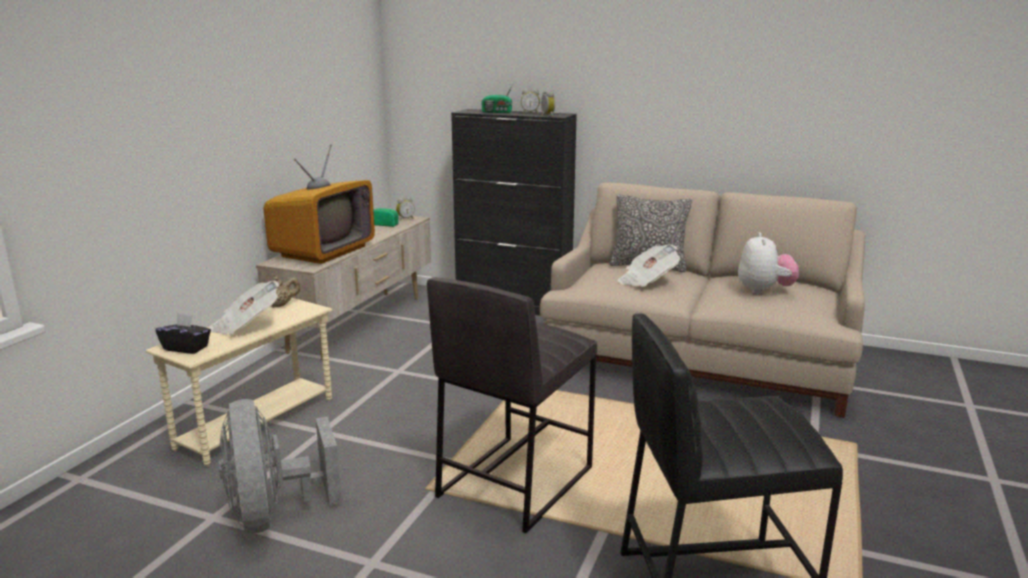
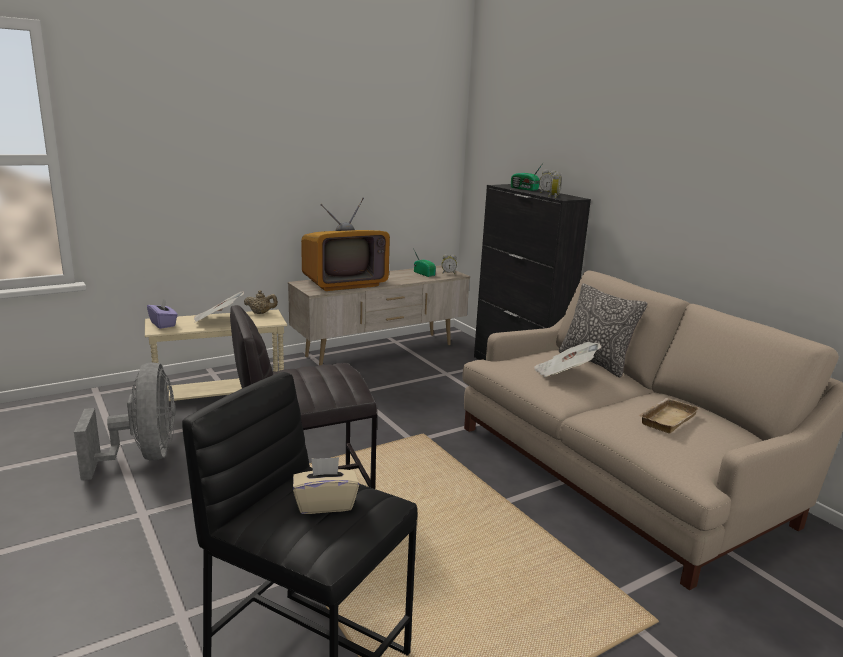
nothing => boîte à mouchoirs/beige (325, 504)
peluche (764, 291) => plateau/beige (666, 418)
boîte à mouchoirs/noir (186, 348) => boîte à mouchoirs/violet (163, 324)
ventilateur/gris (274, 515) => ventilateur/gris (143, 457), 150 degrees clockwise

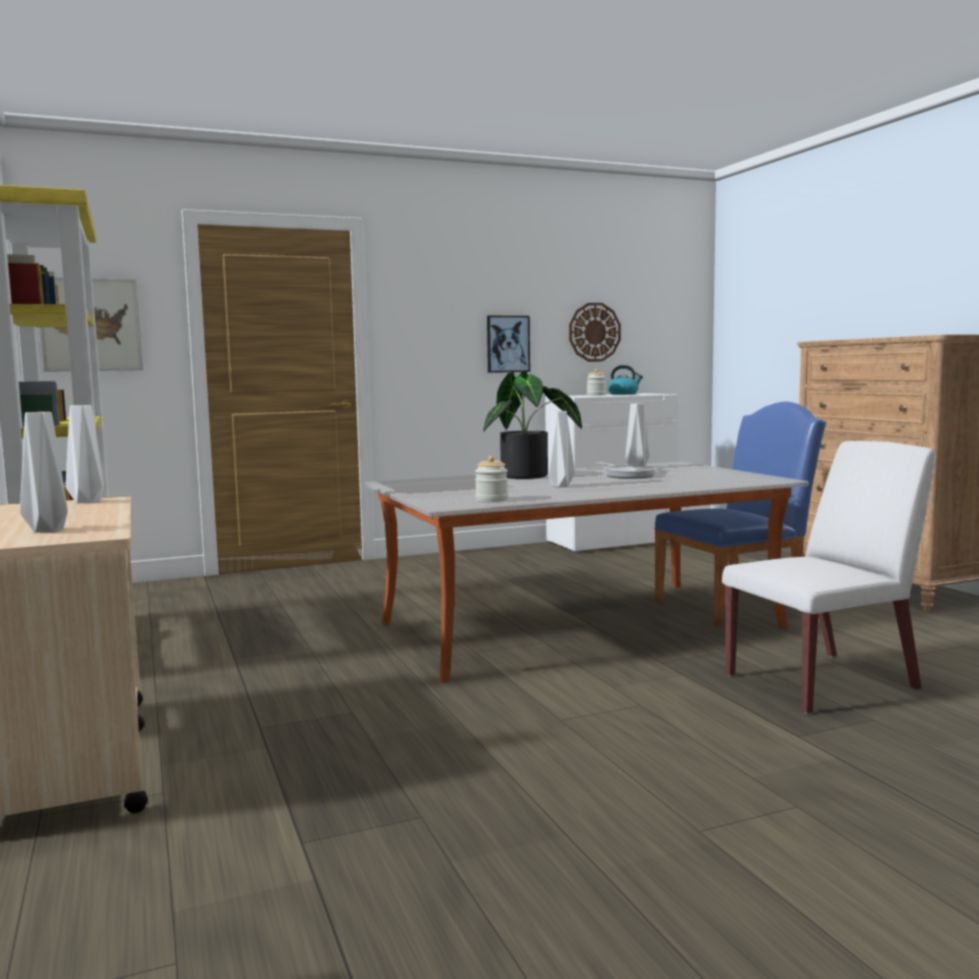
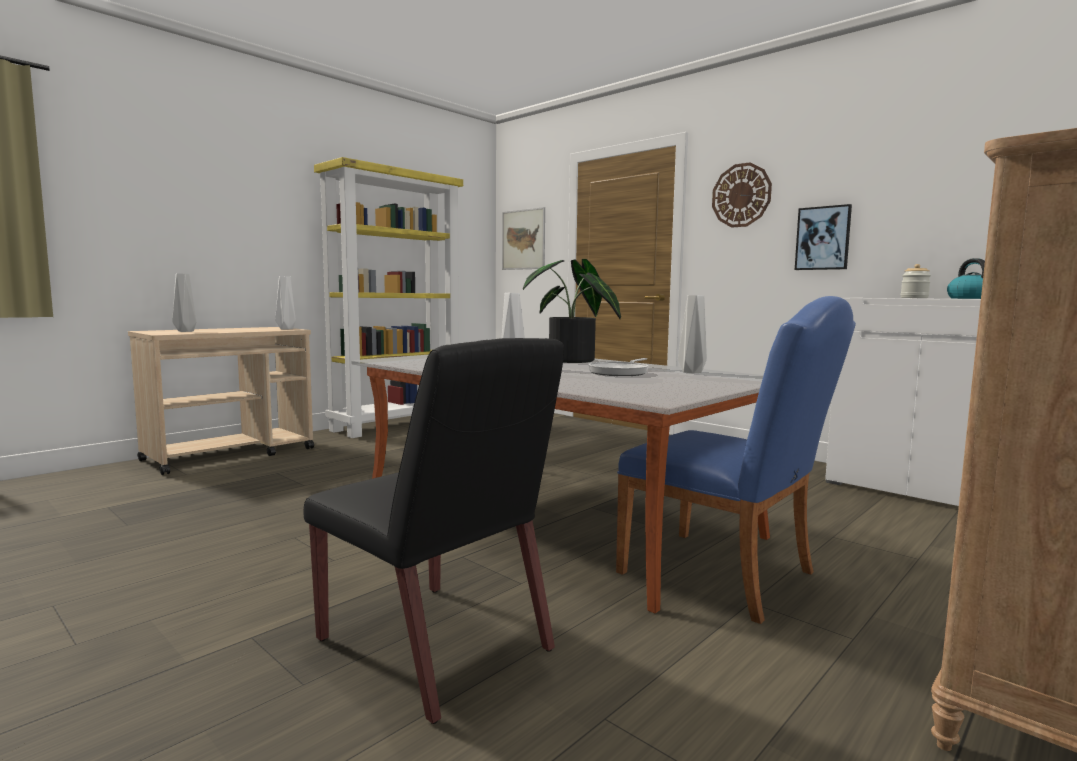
bocal (491, 500) => nothing
horloge murale (594, 332) => horloge murale (741, 195), move
chaise/blanc (822, 682) => chaise/noir (436, 646)

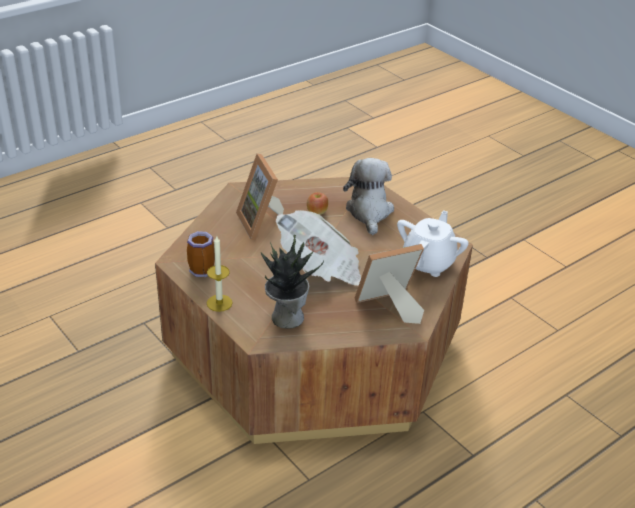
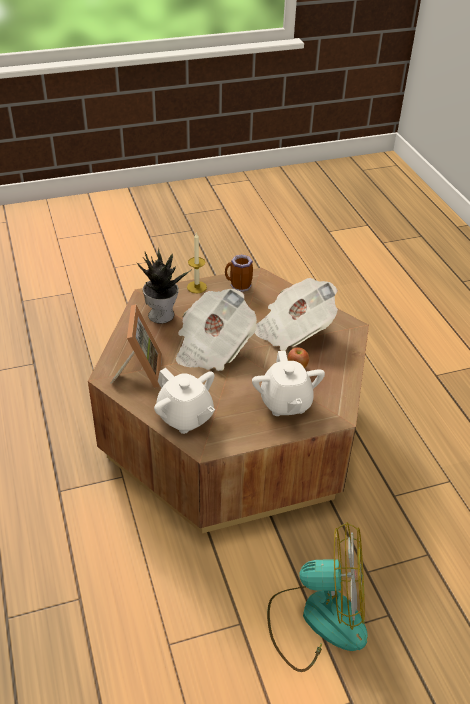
nothing => ventilateur (317, 618)
cadre photo (262, 223) => journal (293, 330)
peluche (369, 212) => théière/blanc (285, 403)

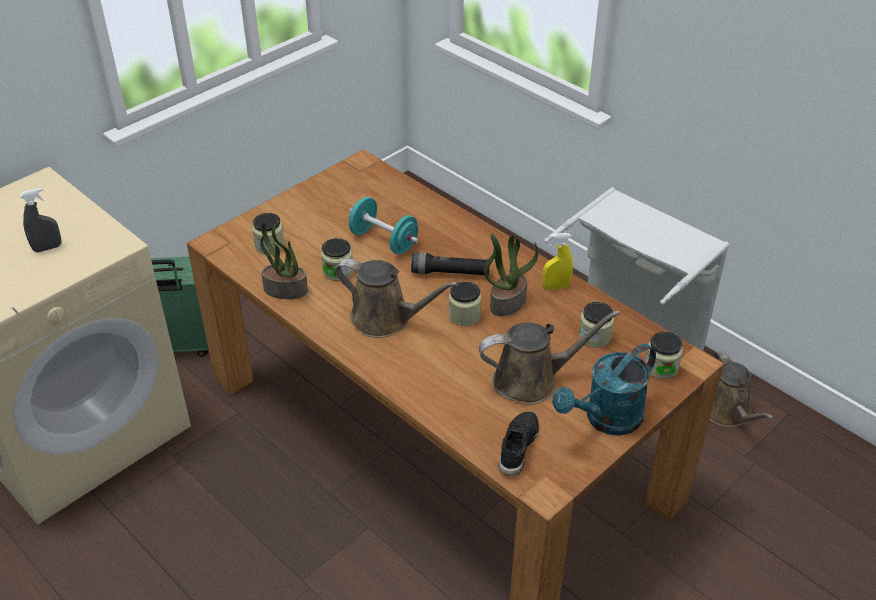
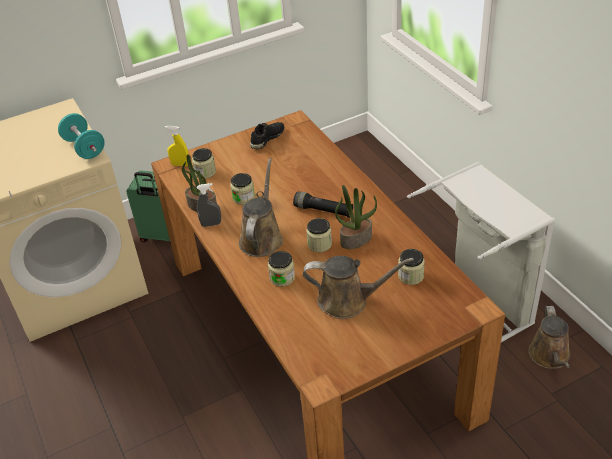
arrosoir/turquoise (606, 420) => nothing
vaporisateur/gris (47, 248) => vaporisateur/gris (211, 224), move
haltère/turquoise (384, 241) => haltère/turquoise (84, 148), move
chaussure/noir (516, 447) => chaussure/noir (266, 138), move
vaporisateur/jaune (556, 287) => vaporisateur/jaune (180, 164), move
bocal (661, 367) => bocal (282, 278), move
arrosoir/marron (386, 319) => arrosoir/marron (262, 238), 120 degrees counterclockwise

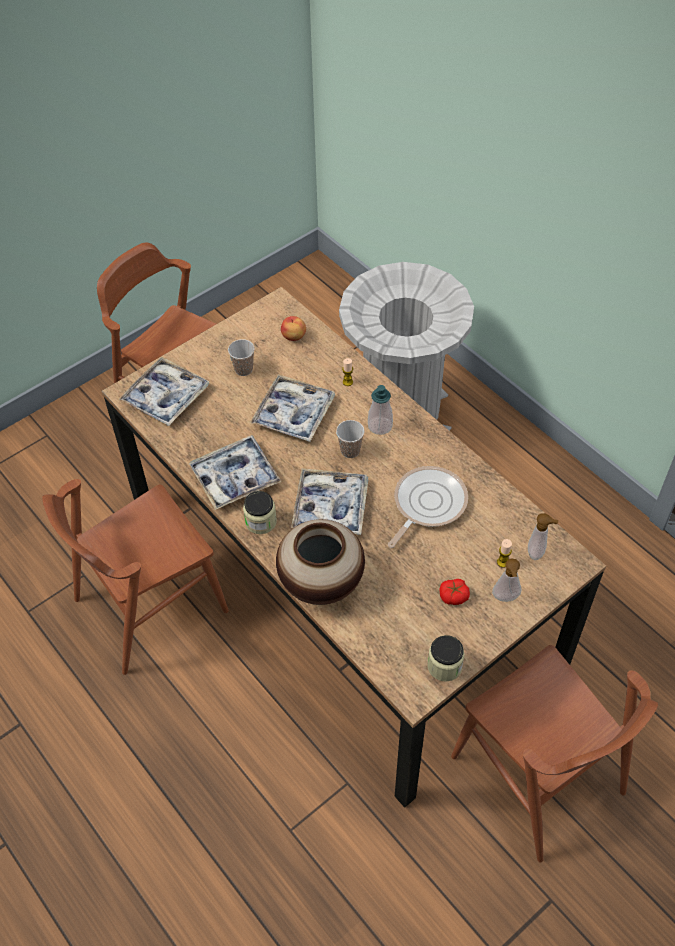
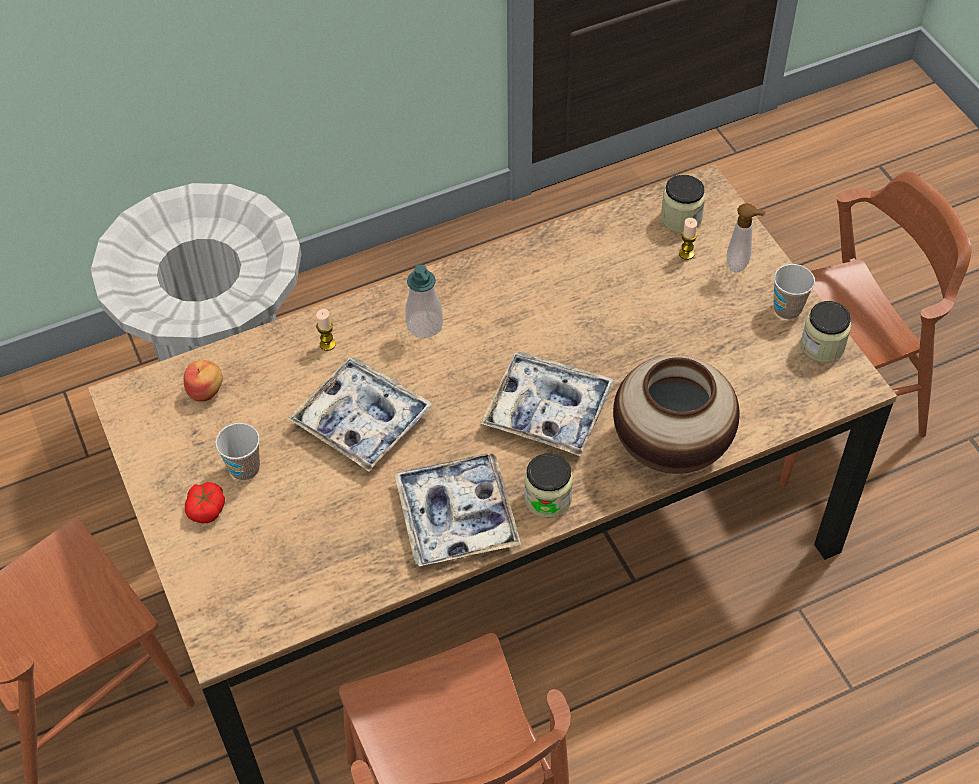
plateau (166, 397) => nothing
poêle (427, 504) => nothing
tasse (350, 451) => tasse (787, 309), move
tomate (454, 596) => tomate (207, 509), move
distributeur de savon (537, 552) => bocal (681, 218)

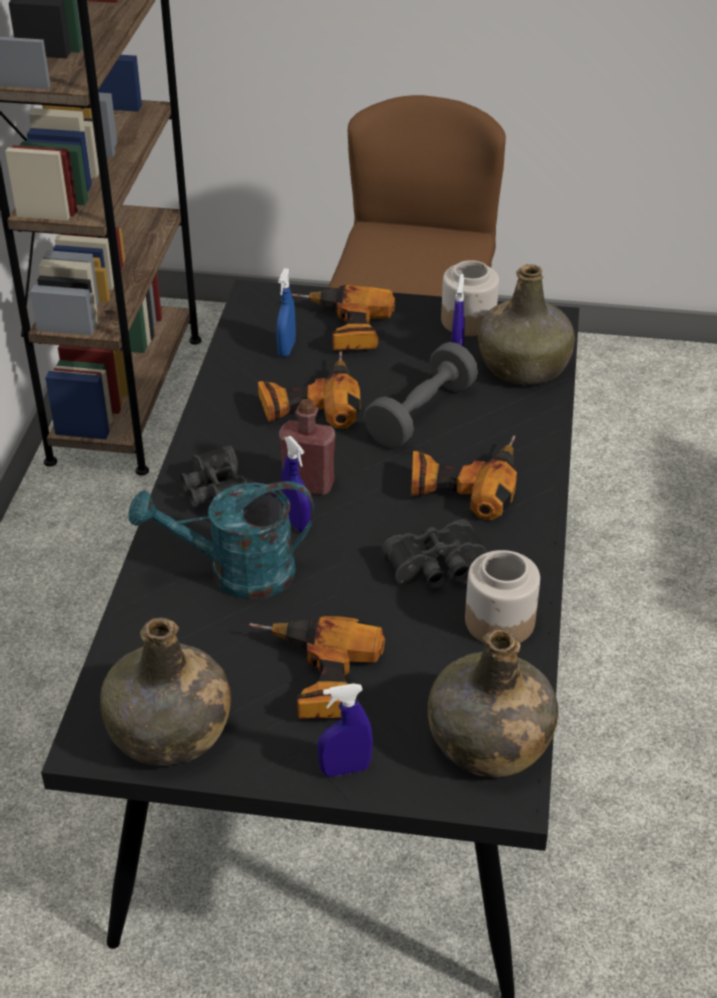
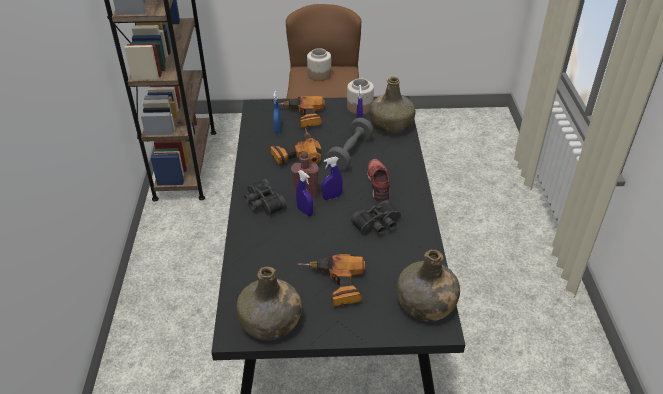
arrosoir/turquoise (236, 573) => nothing
vaporisateur/bleu (345, 769) => vaporisateur/bleu (332, 197), move
bocal (500, 621) => bocal (319, 75), move
perceuse (463, 484) => chaussure/rouge (379, 183)

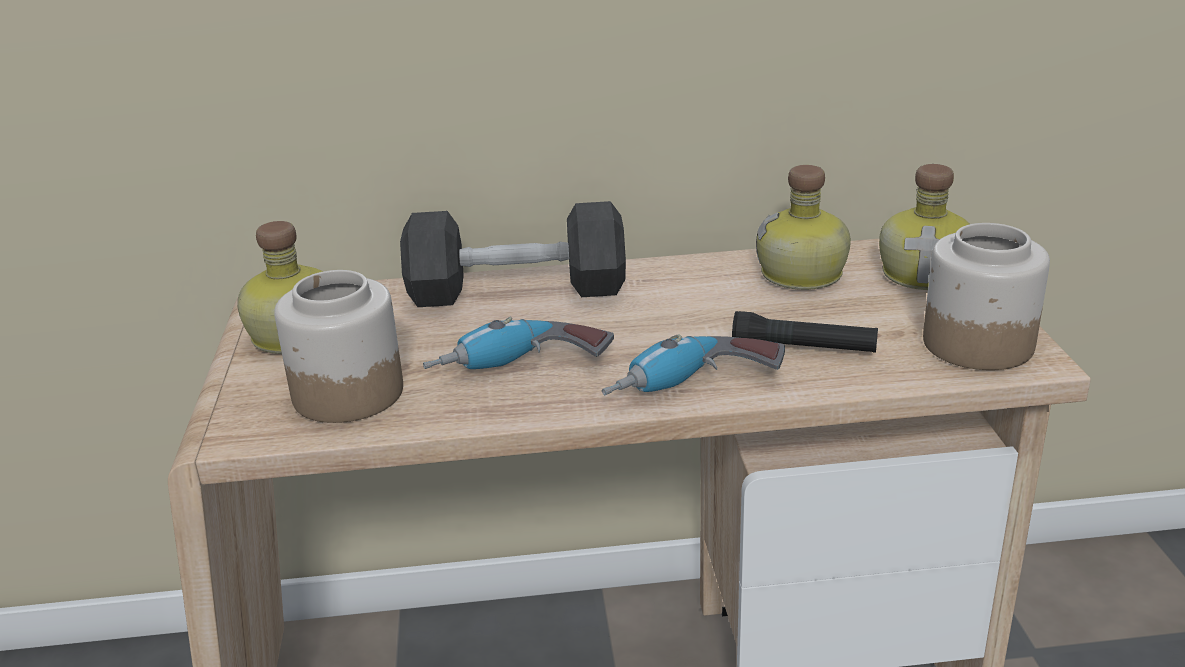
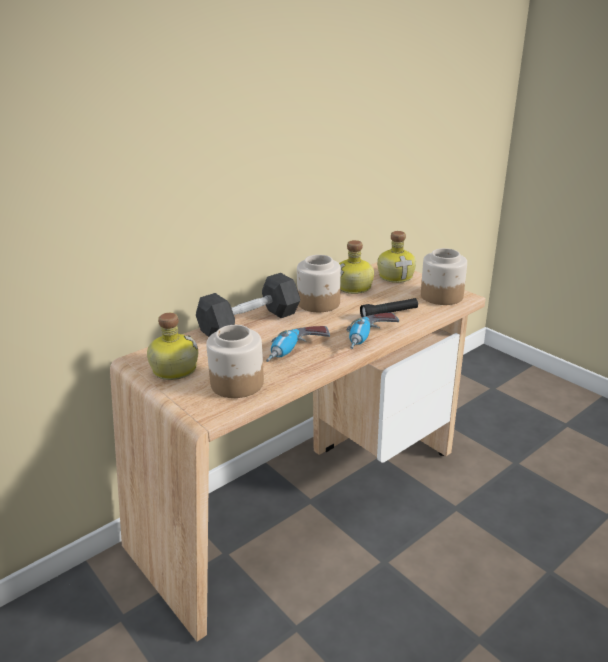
nothing => bocal (319, 303)

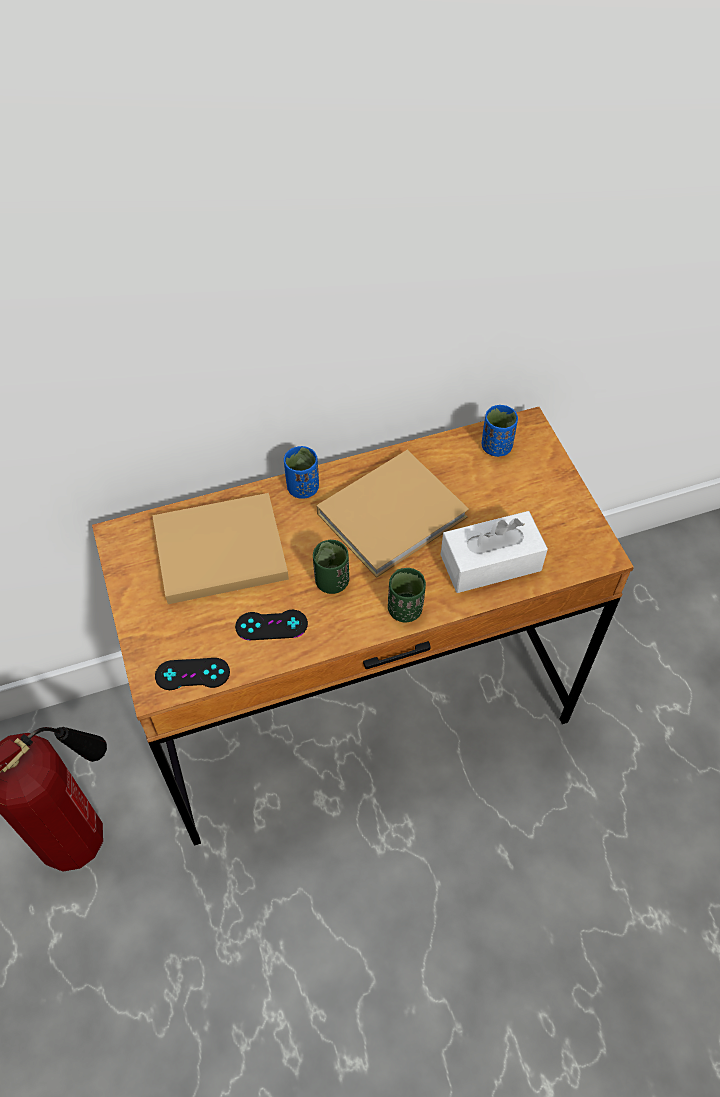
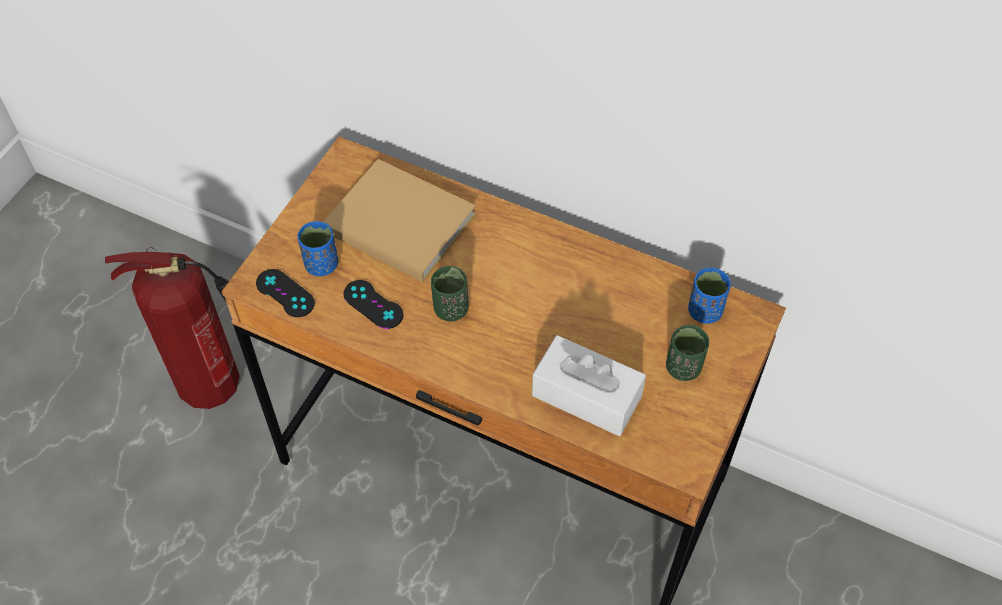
livre/beige (395, 513) => nothing
tasse/bleu (302, 488) => tasse/bleu (321, 264), move
tasse/vert (405, 609) => tasse/vert (683, 367), move

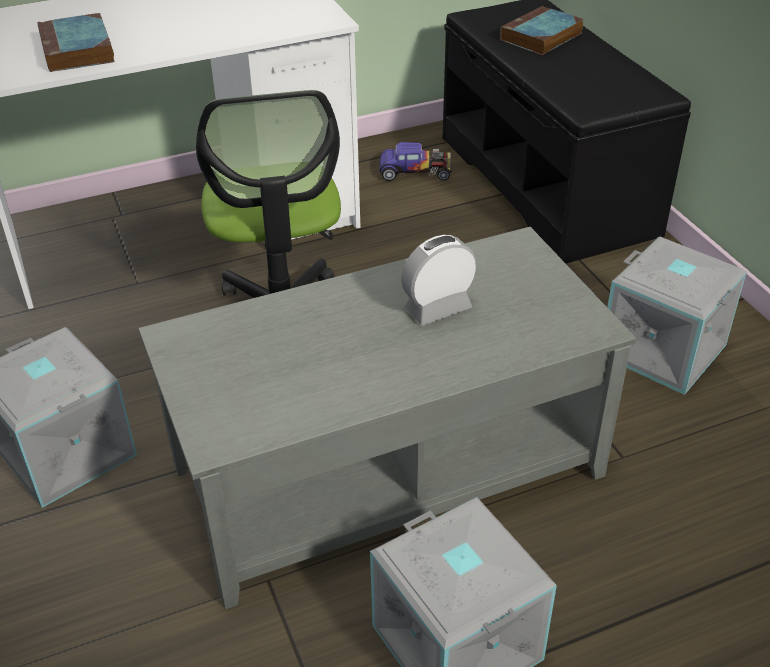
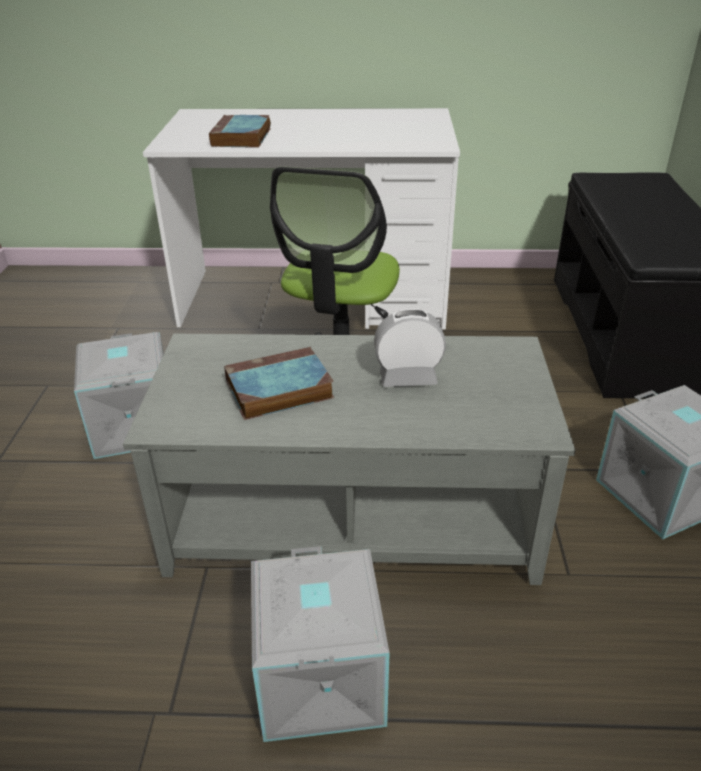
petite voiture (415, 171) => nothing
livre (541, 37) => livre (277, 390), move

